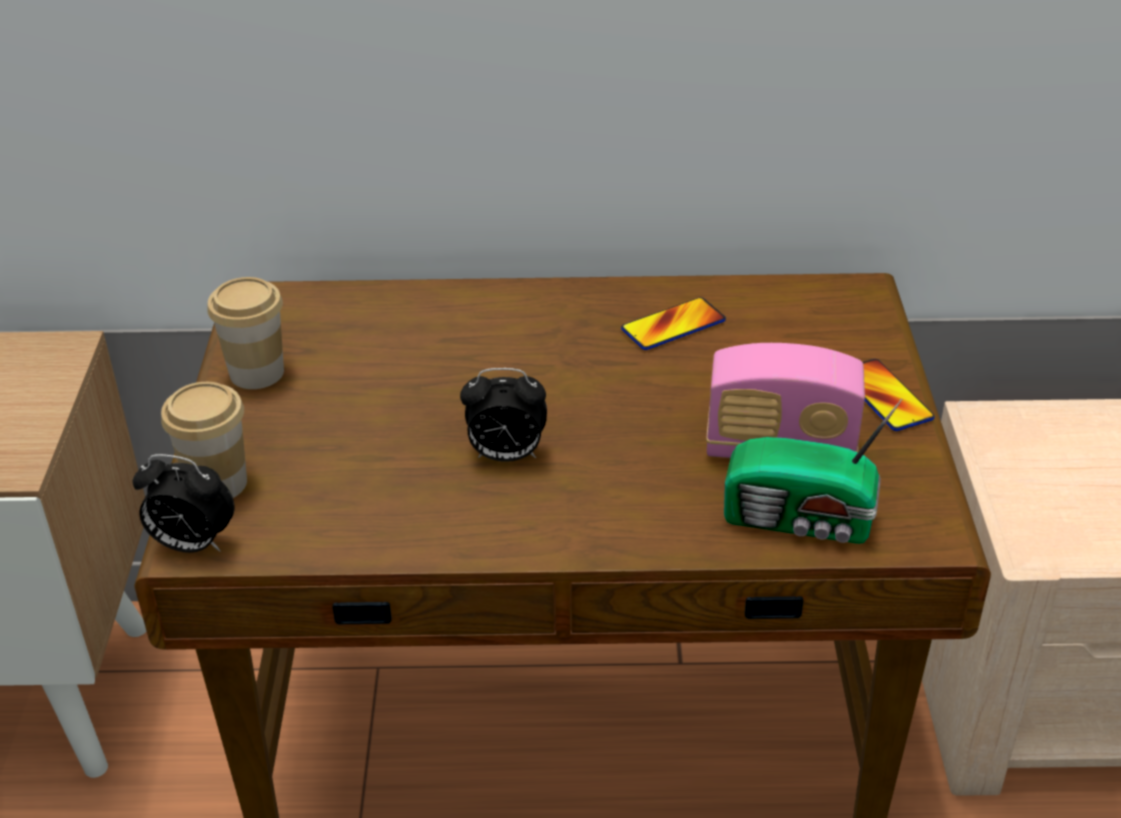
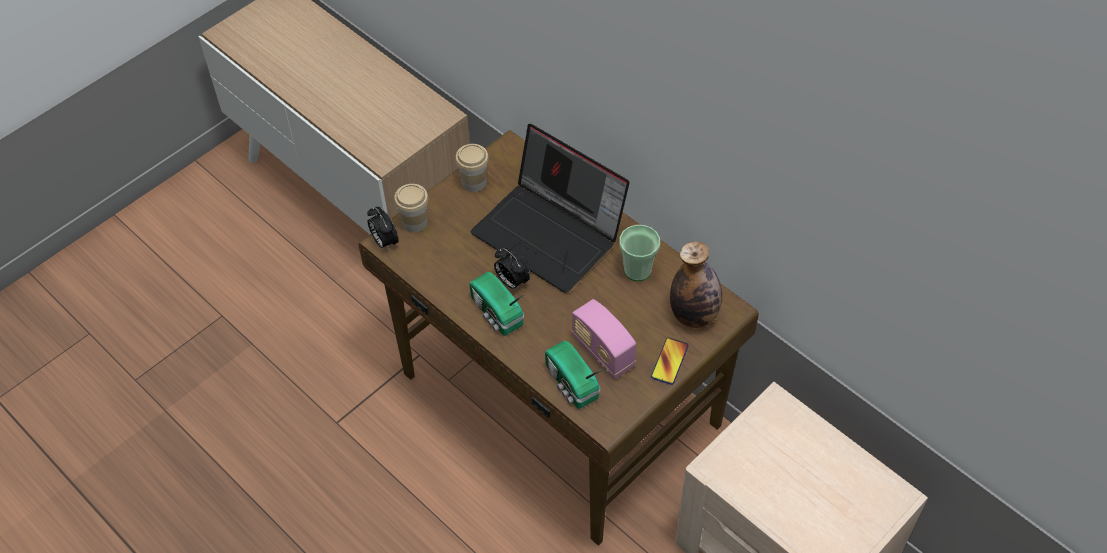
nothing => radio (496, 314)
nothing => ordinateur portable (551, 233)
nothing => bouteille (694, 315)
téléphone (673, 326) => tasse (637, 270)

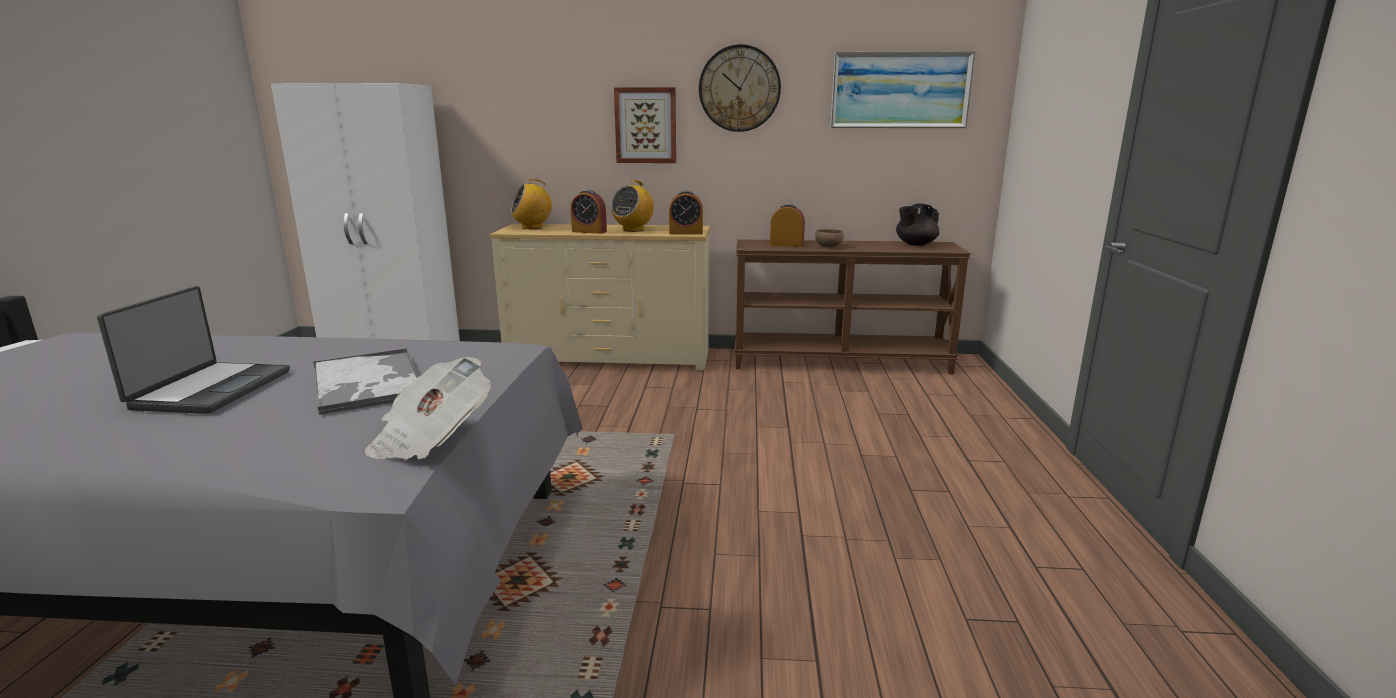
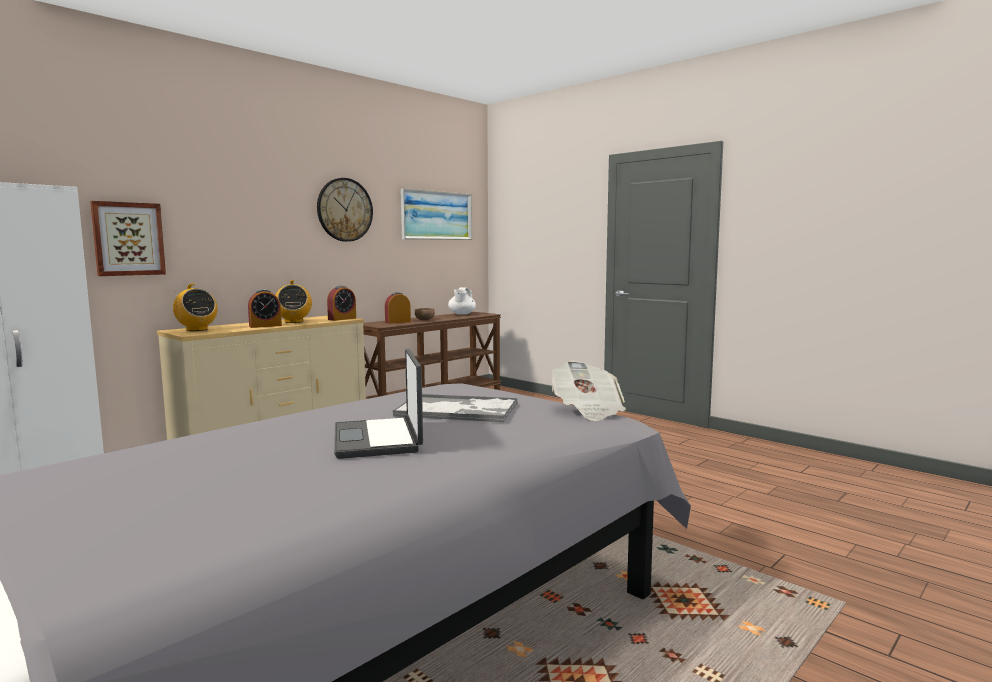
tableau (646, 125) => tableau (128, 239), move
théière/noir (915, 244) => théière/blanc (462, 314)
ordinateur portable (210, 389) => ordinateur portable (379, 439), 150 degrees counterclockwise
radio (532, 227) => radio (196, 330), 60 degrees counterclockwise

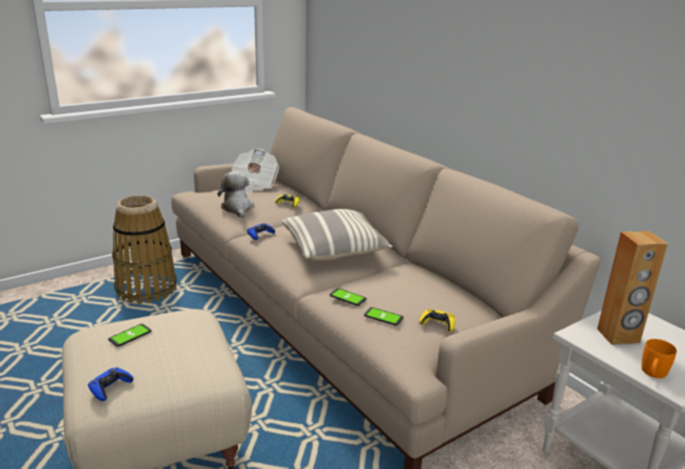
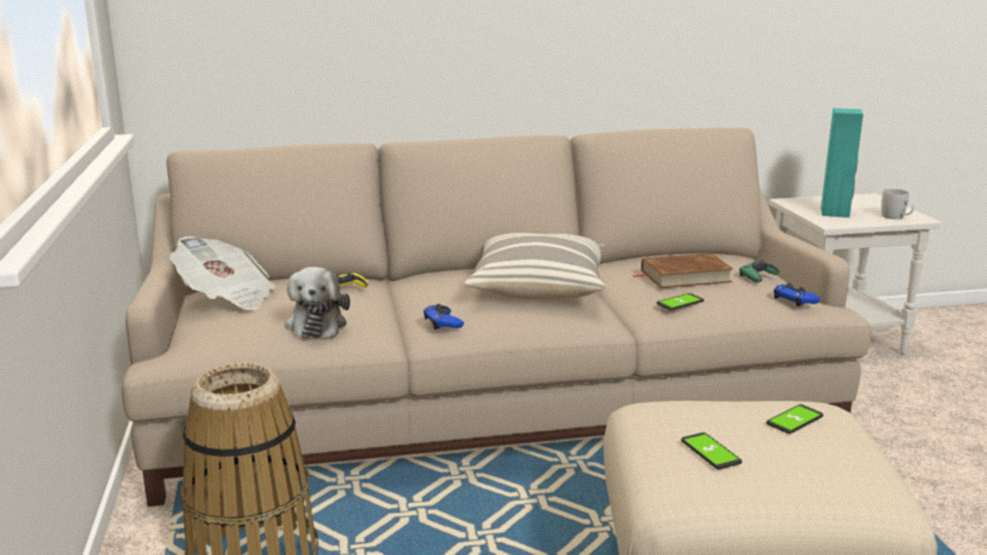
nothing => livre/marron (685, 276)
manette/bleu (110, 387) => manette/bleu (794, 300), move
téléphone (383, 317) => téléphone (794, 420), move
manette/jaune (437, 323) => manette/vert (758, 276)
enceinte/marron (618, 336) => enceinte/turquoise (835, 213)
mug/orange (652, 374) => mug/blanc (896, 217)
peluche (237, 208) => peluche (317, 324), 105 degrees counterclockwise

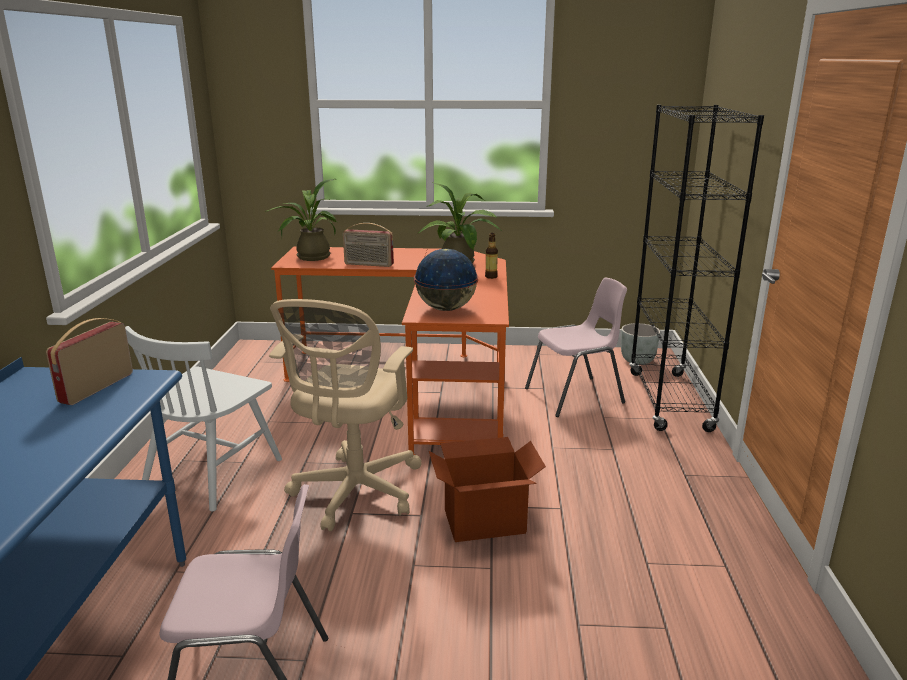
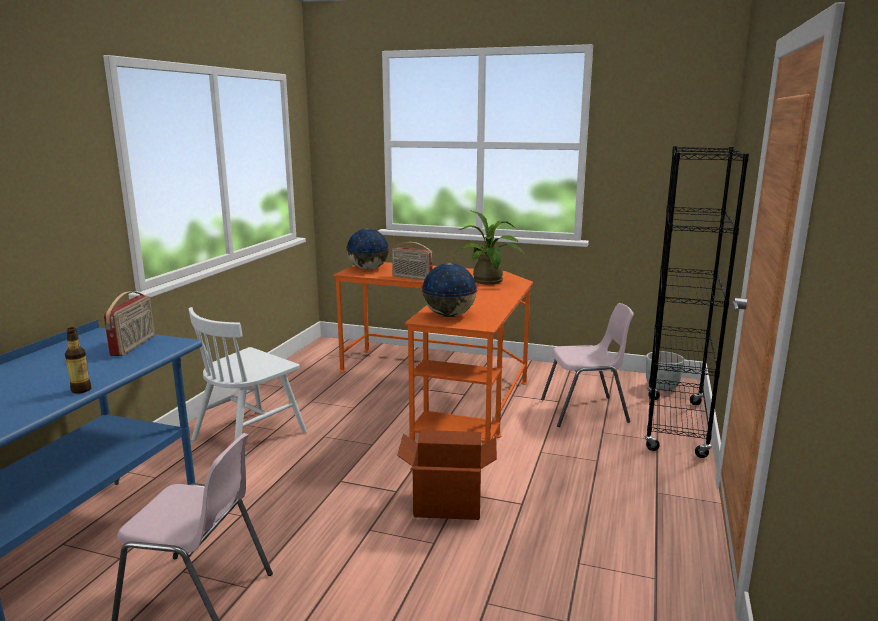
chaise de bureau/beige (354, 494) => nothing
bouteille (491, 277) => bouteille (81, 390), move
plante en pot (309, 257) => globe (368, 269)
radio (96, 387) => radio (134, 345), 150 degrees clockwise

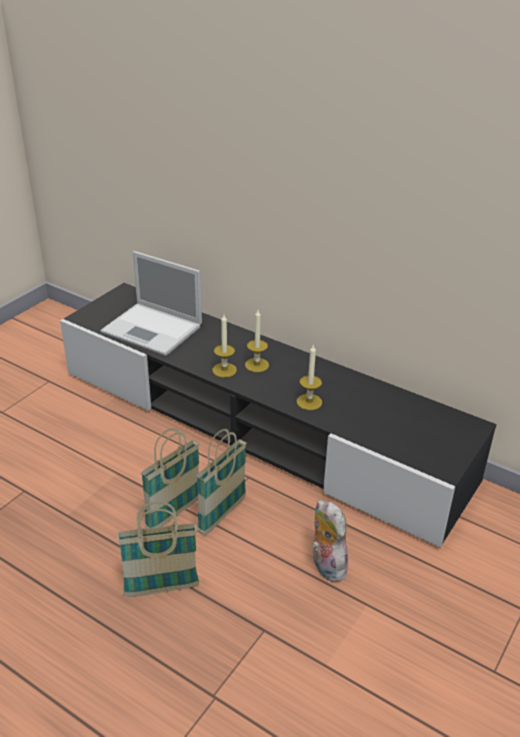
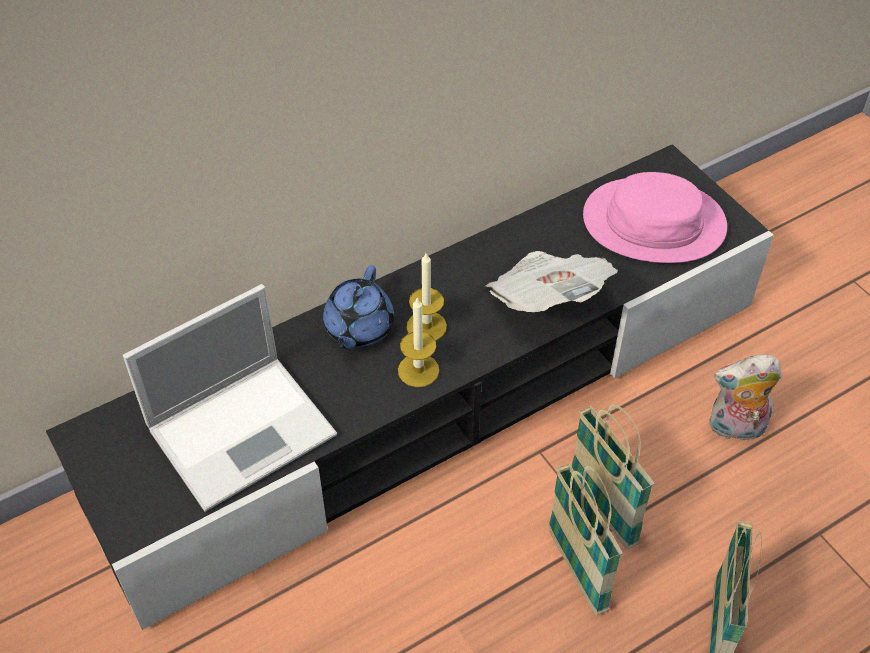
nothing => théière/bleu (358, 328)
nothing => chapeau/rose (654, 222)
bougie (309, 402) => journal (547, 300)

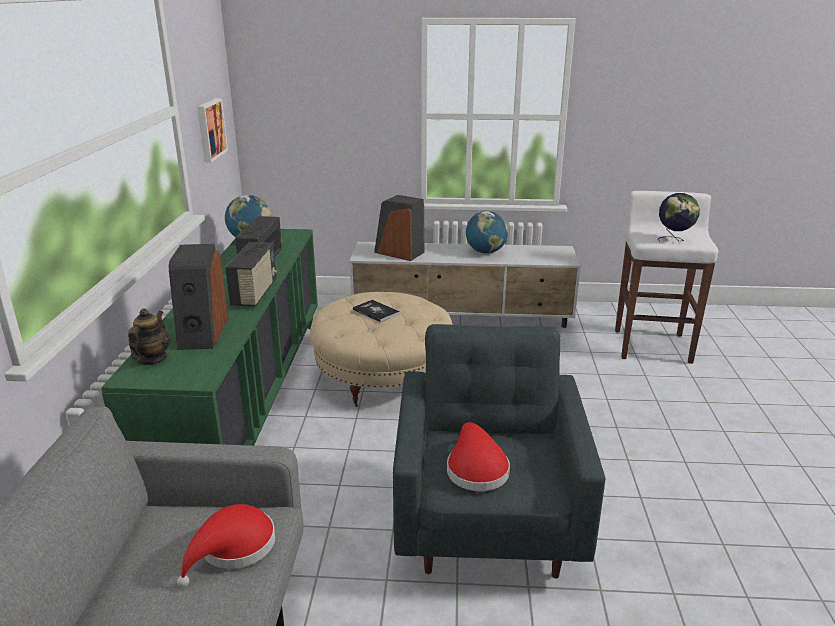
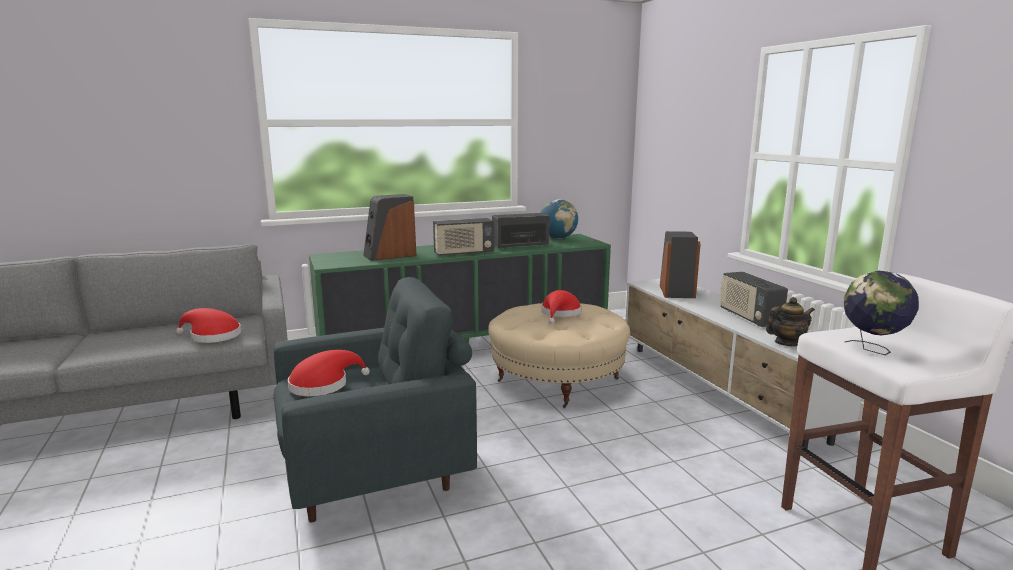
tableau (210, 129) => nothing
théière (152, 359) => théière (787, 343), move
livre (376, 312) => chapeau/rouge (560, 313)
globe (485, 252) => radio (749, 317)

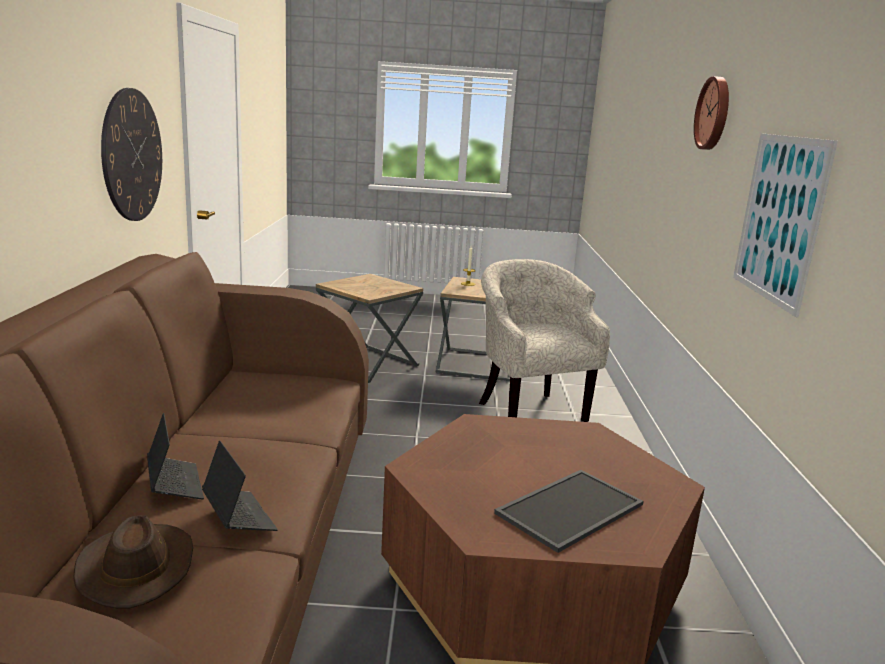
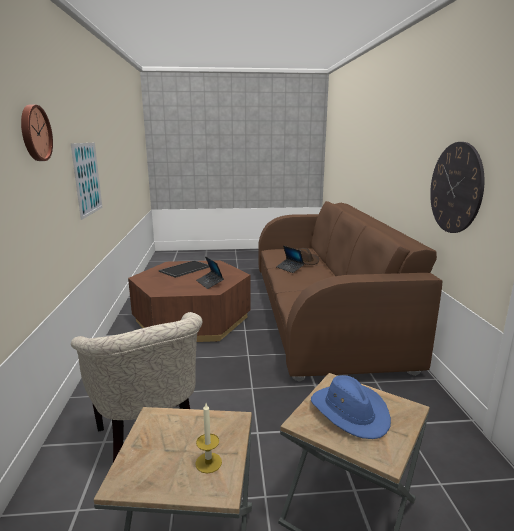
nothing => chapeau/bleu (350, 411)
ordinateur portable (174, 484) => ordinateur portable (210, 283), move

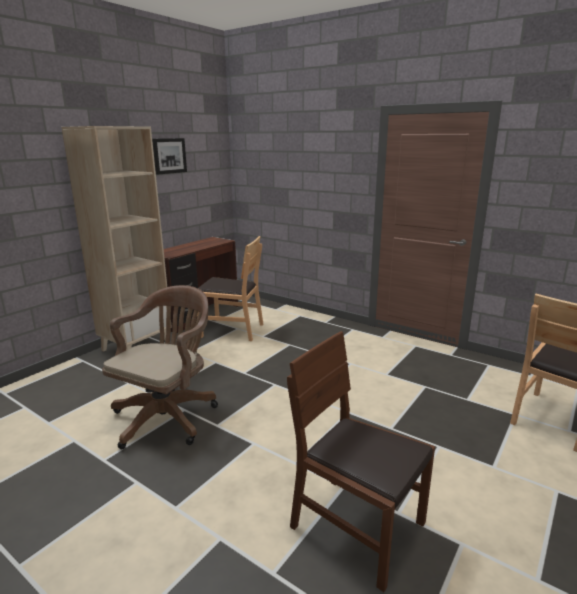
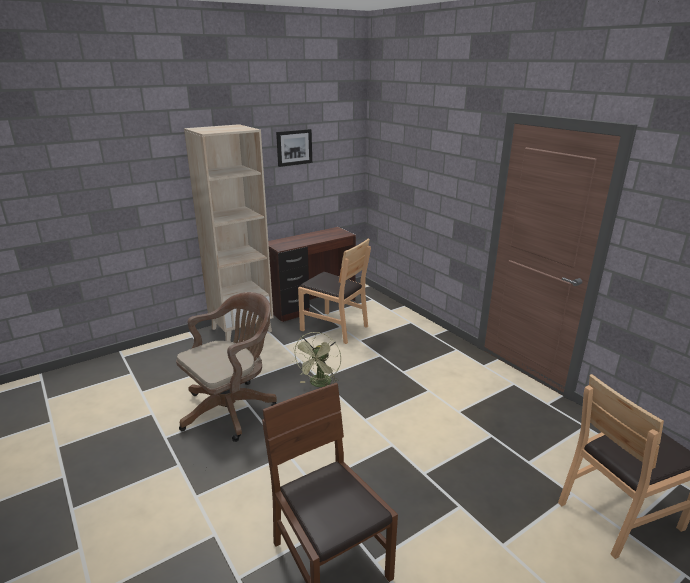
nothing => ventilateur/vert (319, 384)

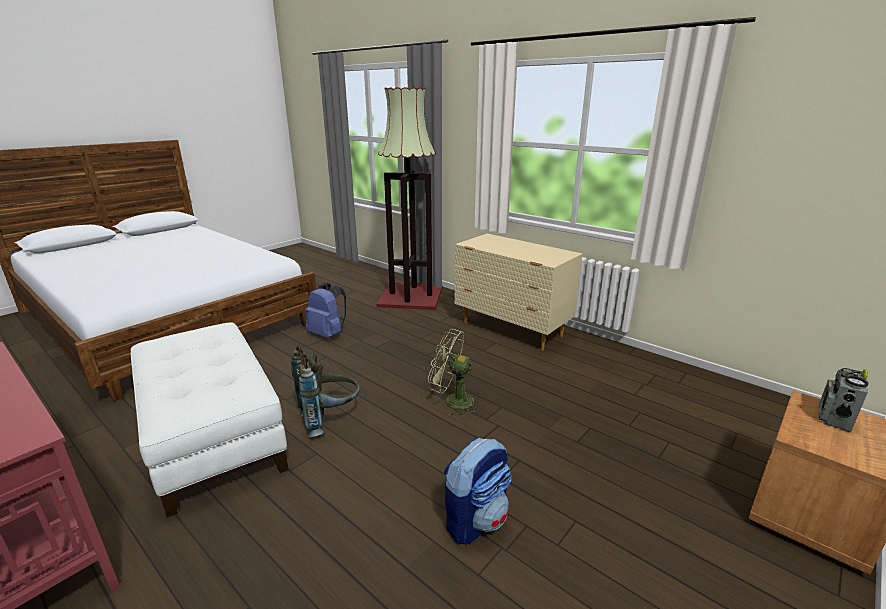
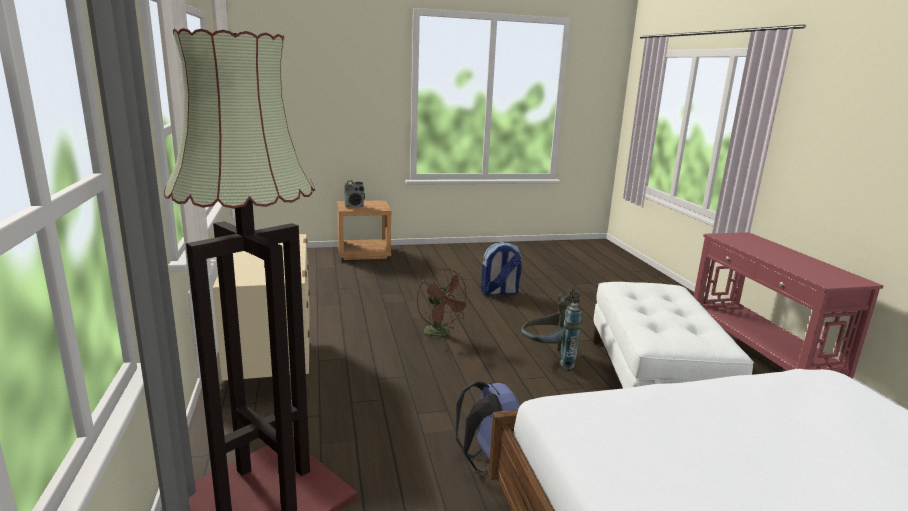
ventilateur/vert (452, 401) => ventilateur/marron (441, 333)

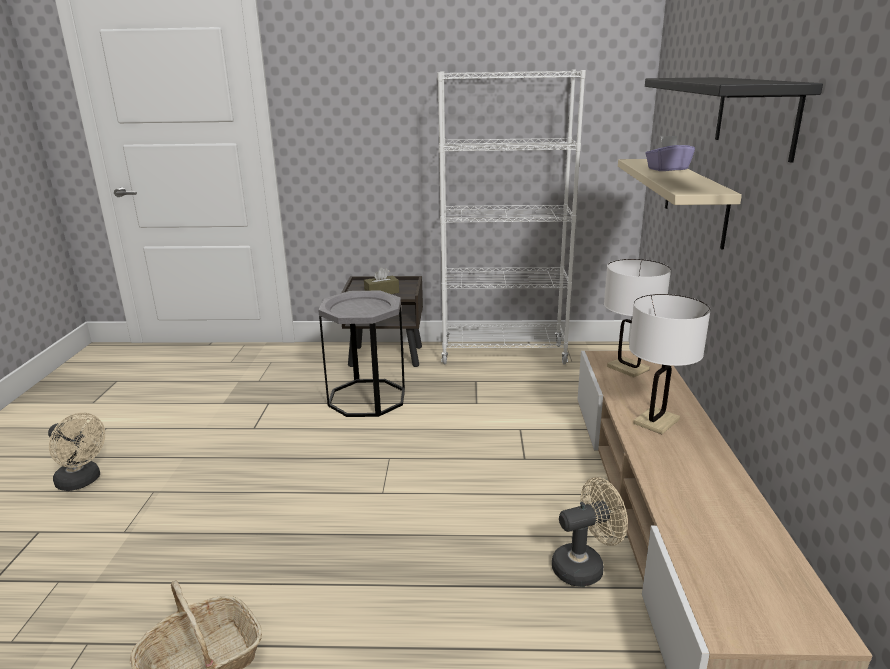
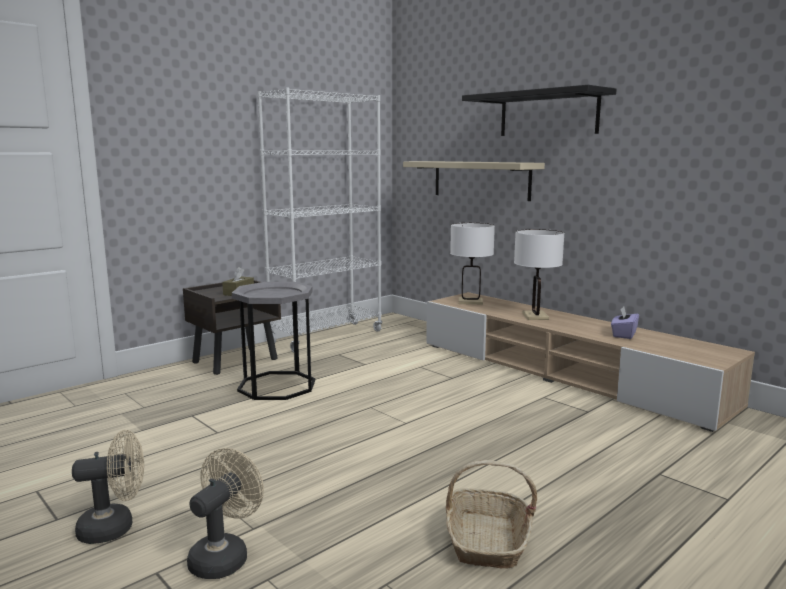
ventilateur/beige (585, 566) => ventilateur/beige (224, 556), move
boîte à mouchoirs/violet (667, 169) => boîte à mouchoirs/violet (623, 334), move

